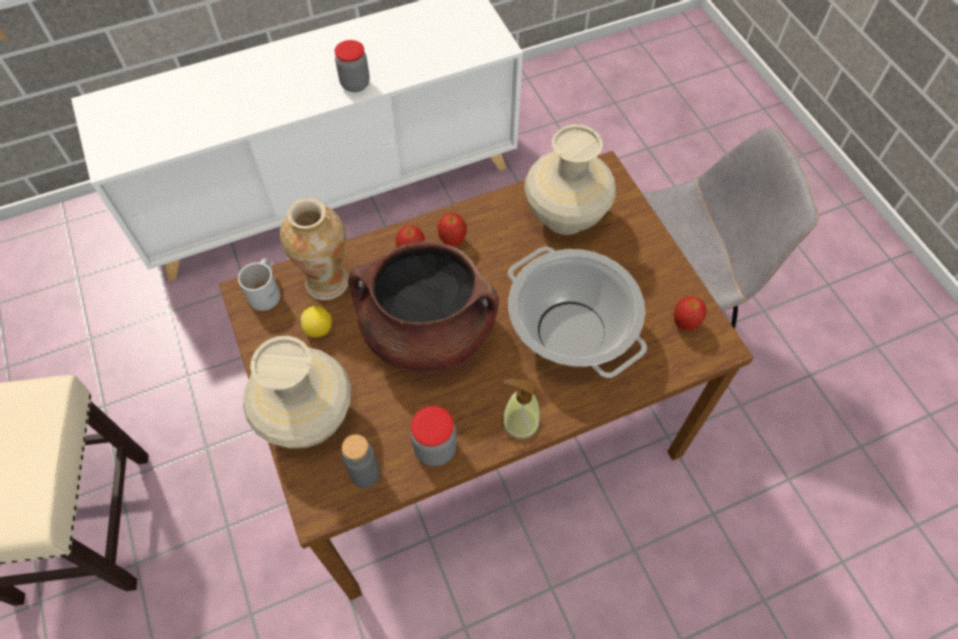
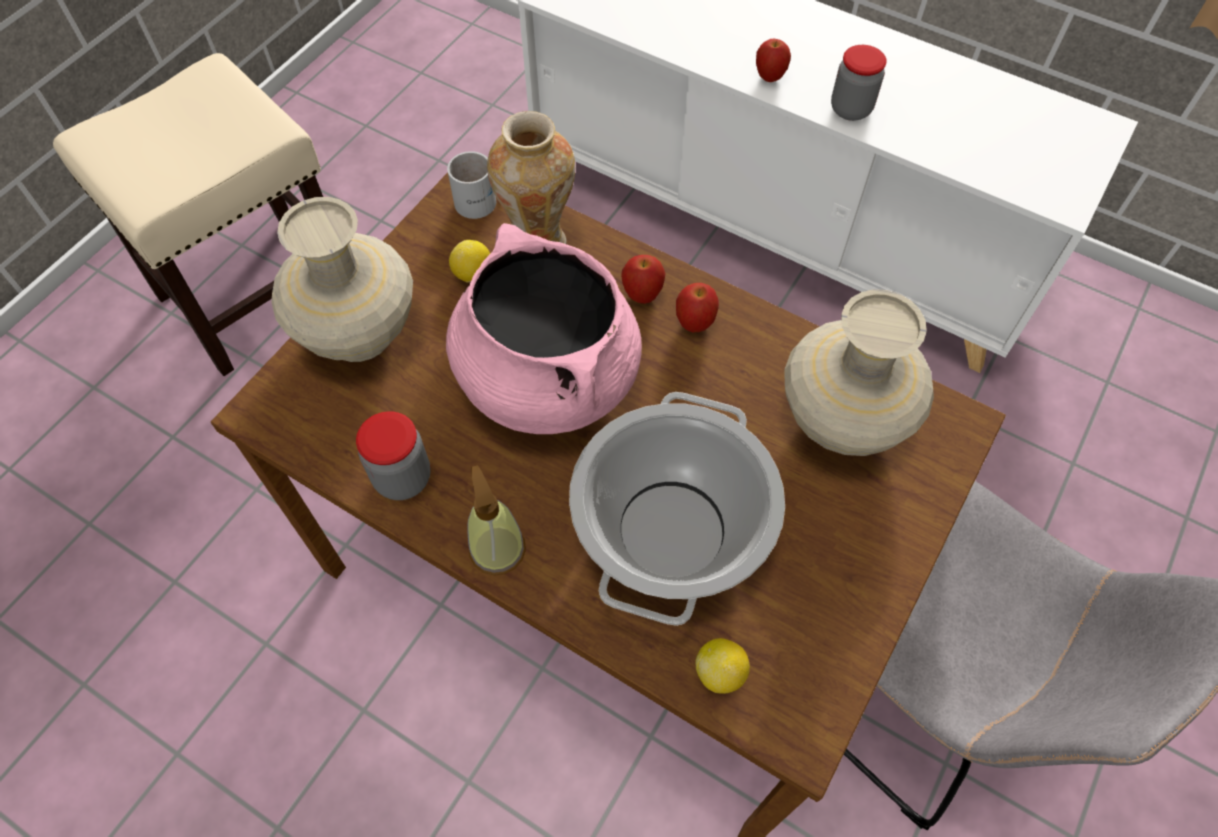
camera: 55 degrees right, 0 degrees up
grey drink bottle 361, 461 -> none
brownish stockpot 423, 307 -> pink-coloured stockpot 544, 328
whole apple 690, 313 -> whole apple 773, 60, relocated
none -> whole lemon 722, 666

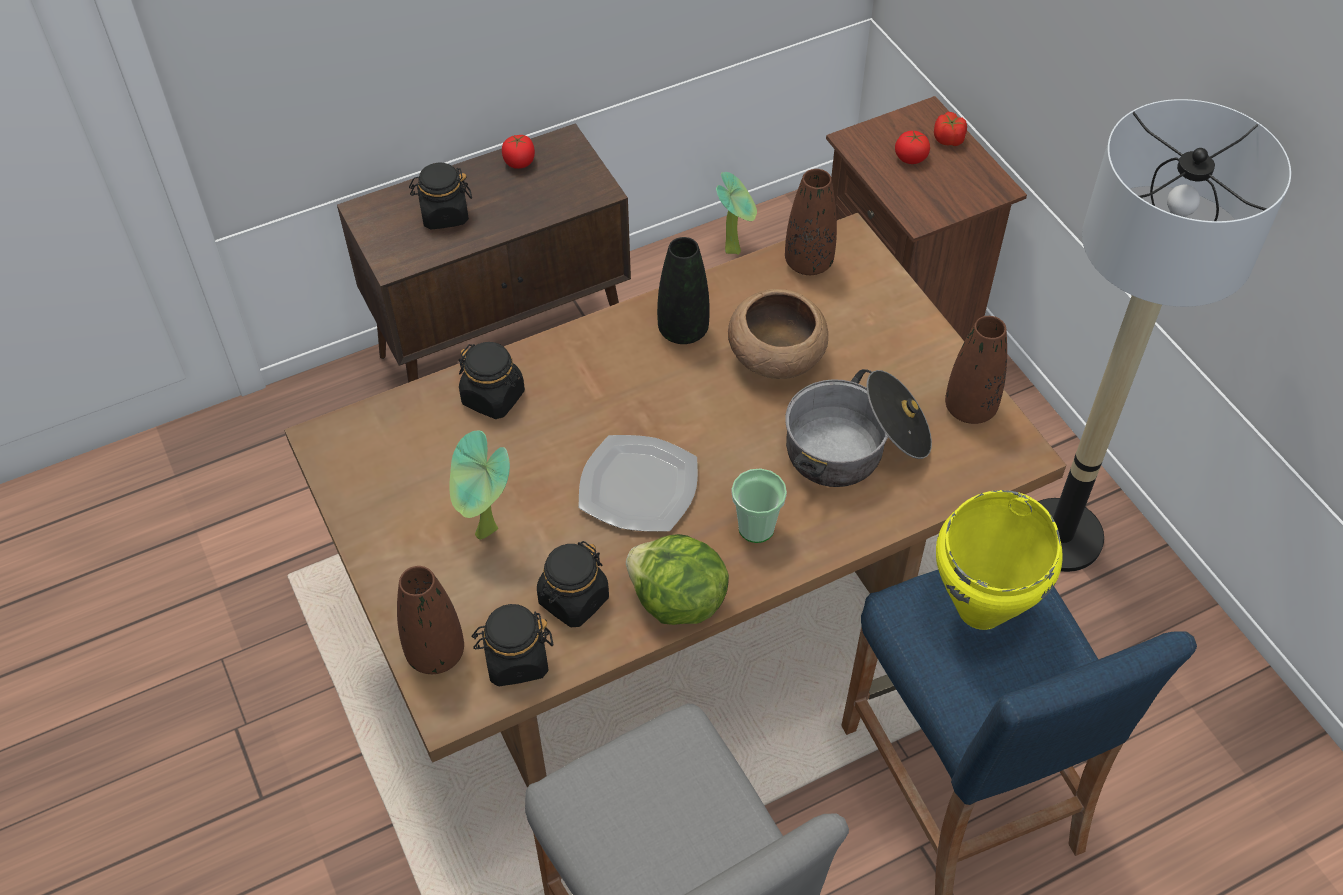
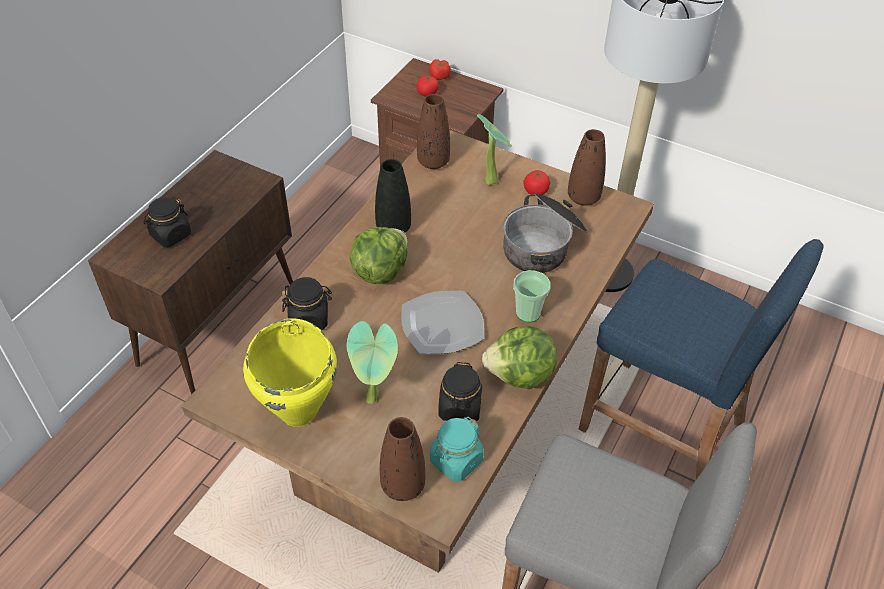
camera: 35 degrees left, 5 degrees down
black preserve jar 512, 645 -> turquoise preserve jar 457, 449
fresh tomato 518, 152 -> fresh tomato 537, 182, relocated
houseplant 736, 213 -> houseplant 494, 149, relocated
brownish bowl 778, 334 -> none
yellow stockpot 999, 560 -> yellow stockpot 290, 372, relocated
none -> lettuce head 378, 255

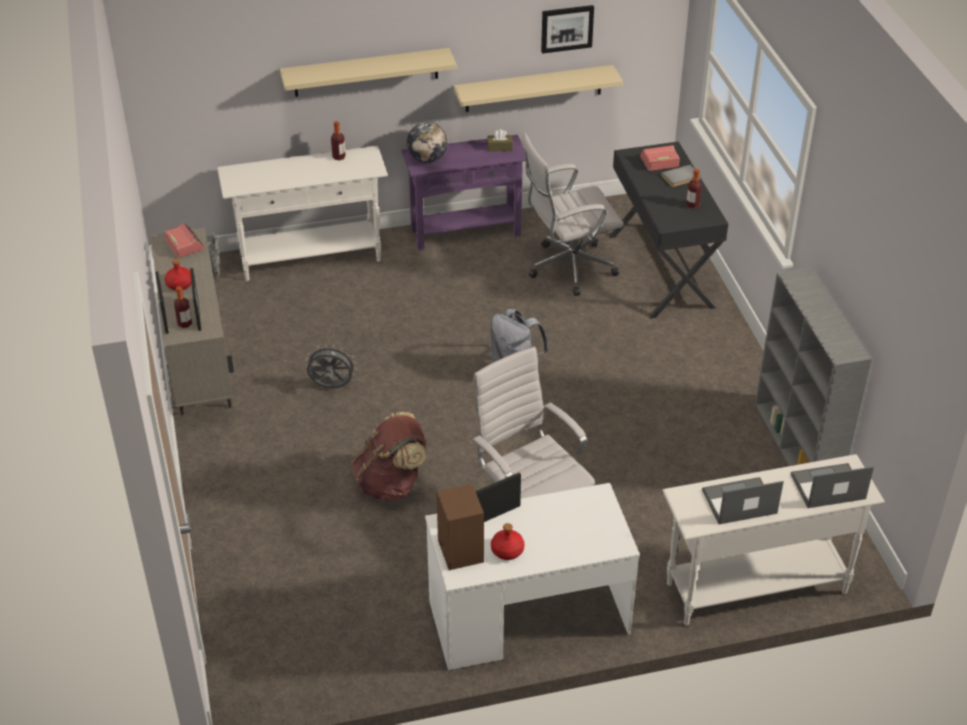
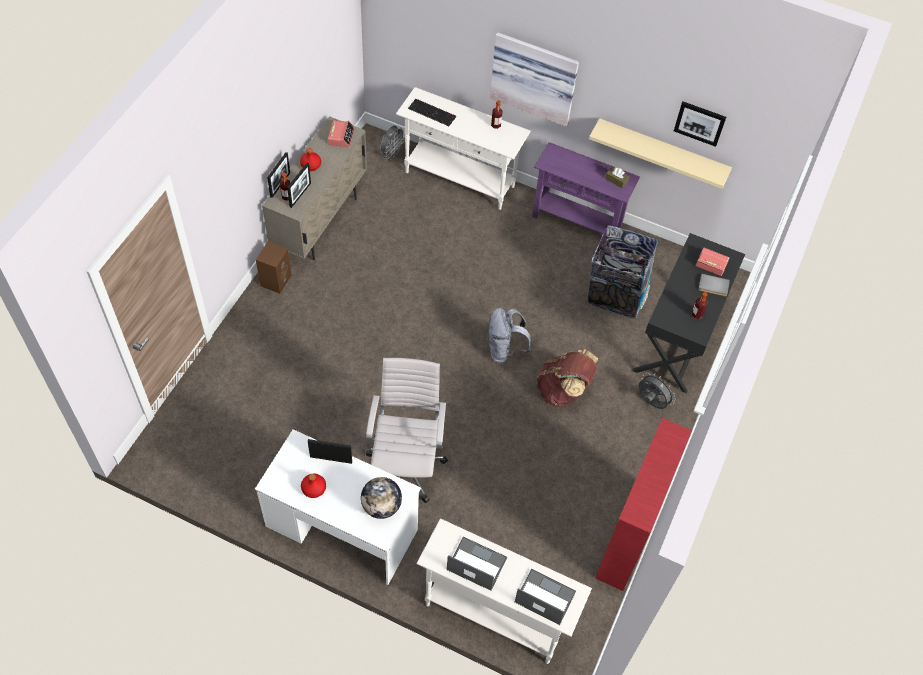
camera: 35 degrees right, 15 degrees up
beige wall shelf 368, 72 -> wall art 534, 79
grey fan 331, 367 -> grey fan 657, 391, relocated
brownish rucksack 389, 457 -> brownish rucksack 567, 378, relocated
world globe 427, 142 -> world globe 381, 498, relocated
brownish speaker 460, 527 -> brownish speaker 274, 267, relocated
white-coloured office chair 572, 214 -> waste bin 623, 272
grey bookcase 813, 366 -> red bookcase 643, 504
none -> keyboard 432, 112

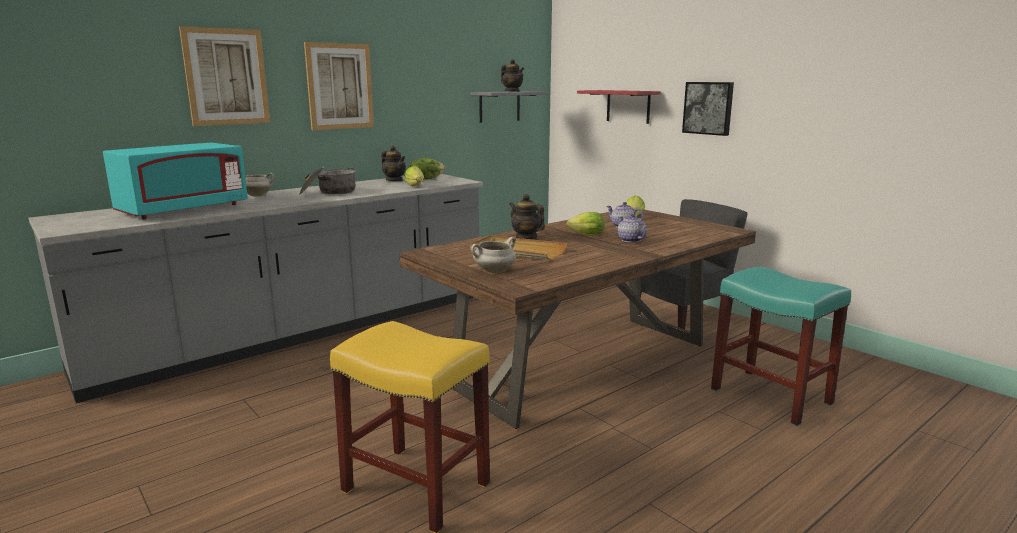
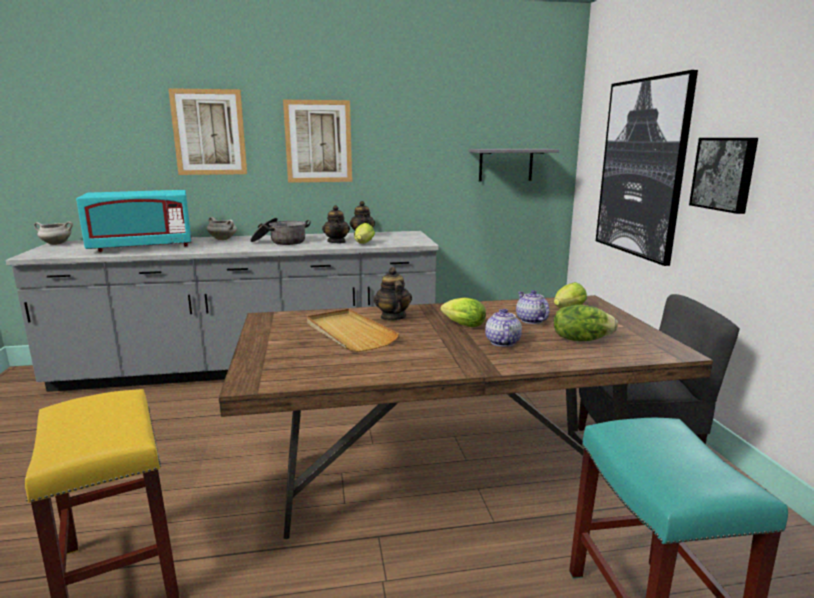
camera: 30 degrees right, 0 degrees up
lettuce head 427, 168 -> lettuce head 586, 323, relocated
white-coloured stockpot 493, 255 -> white-coloured stockpot 53, 233, relocated
tea pot 512, 75 -> tea pot 336, 224, relocated
red wall shelf 619, 107 -> wall art 647, 168

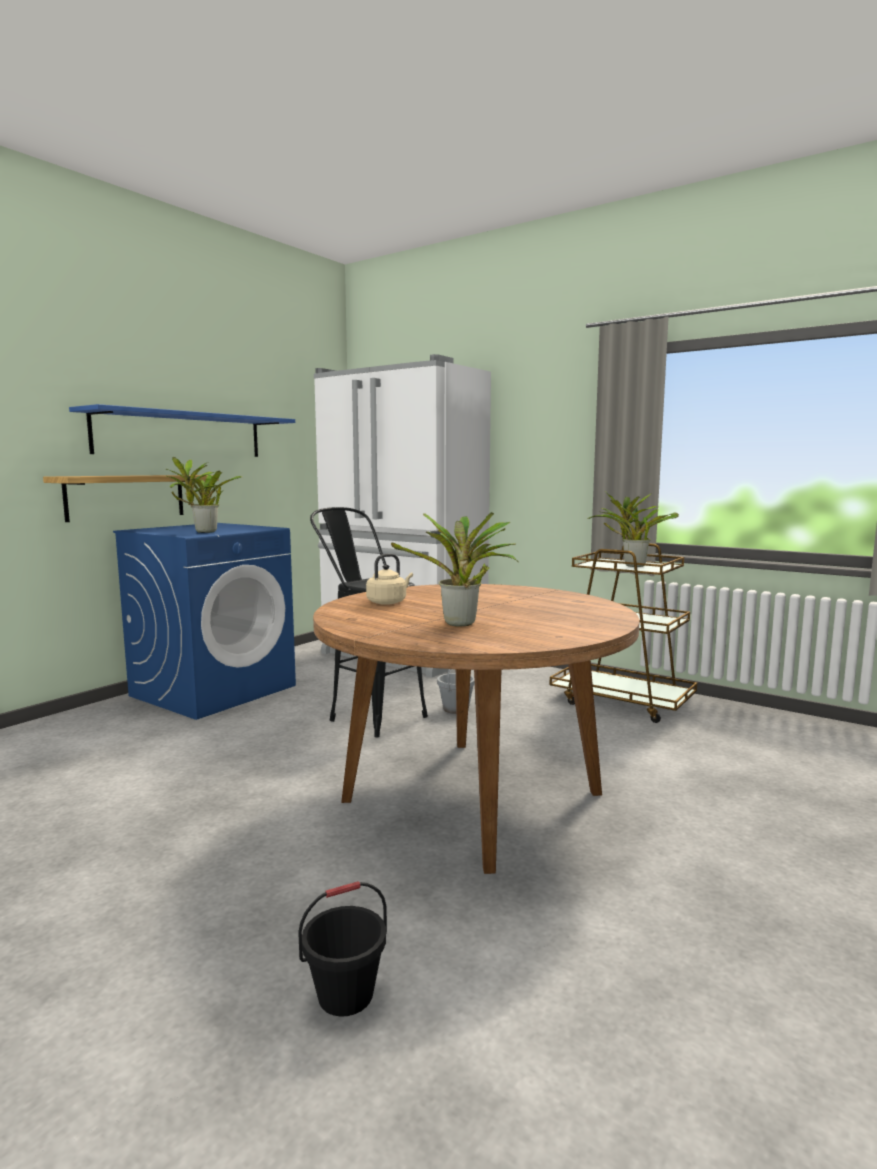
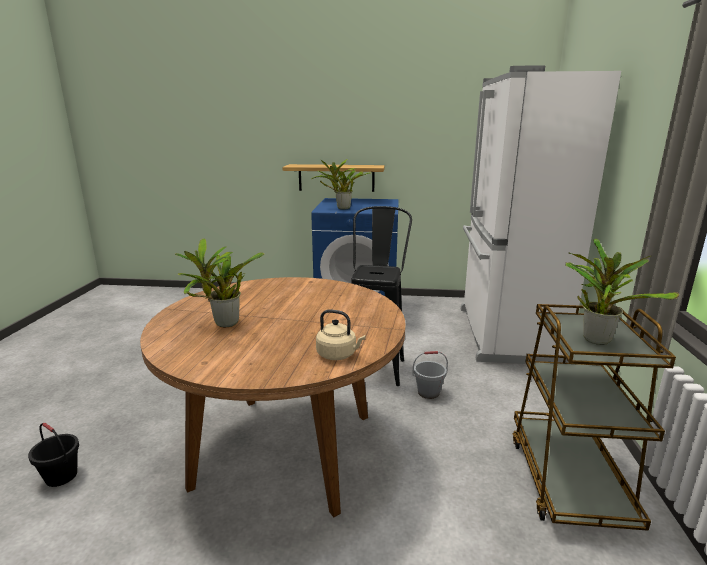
camera: 60 degrees right, 10 degrees up
bluish wall shelf 182, 430 -> none
beige kettle 389, 579 -> beige kettle 341, 334, relocated

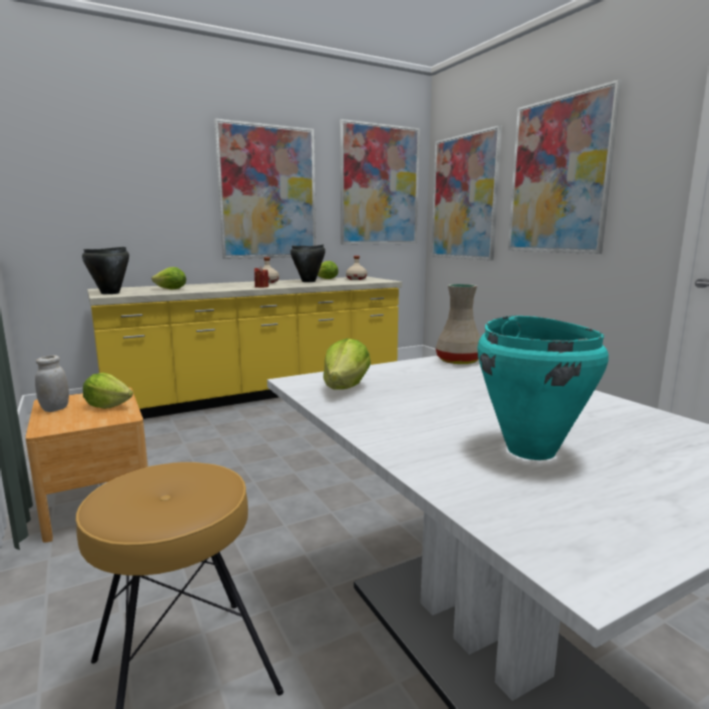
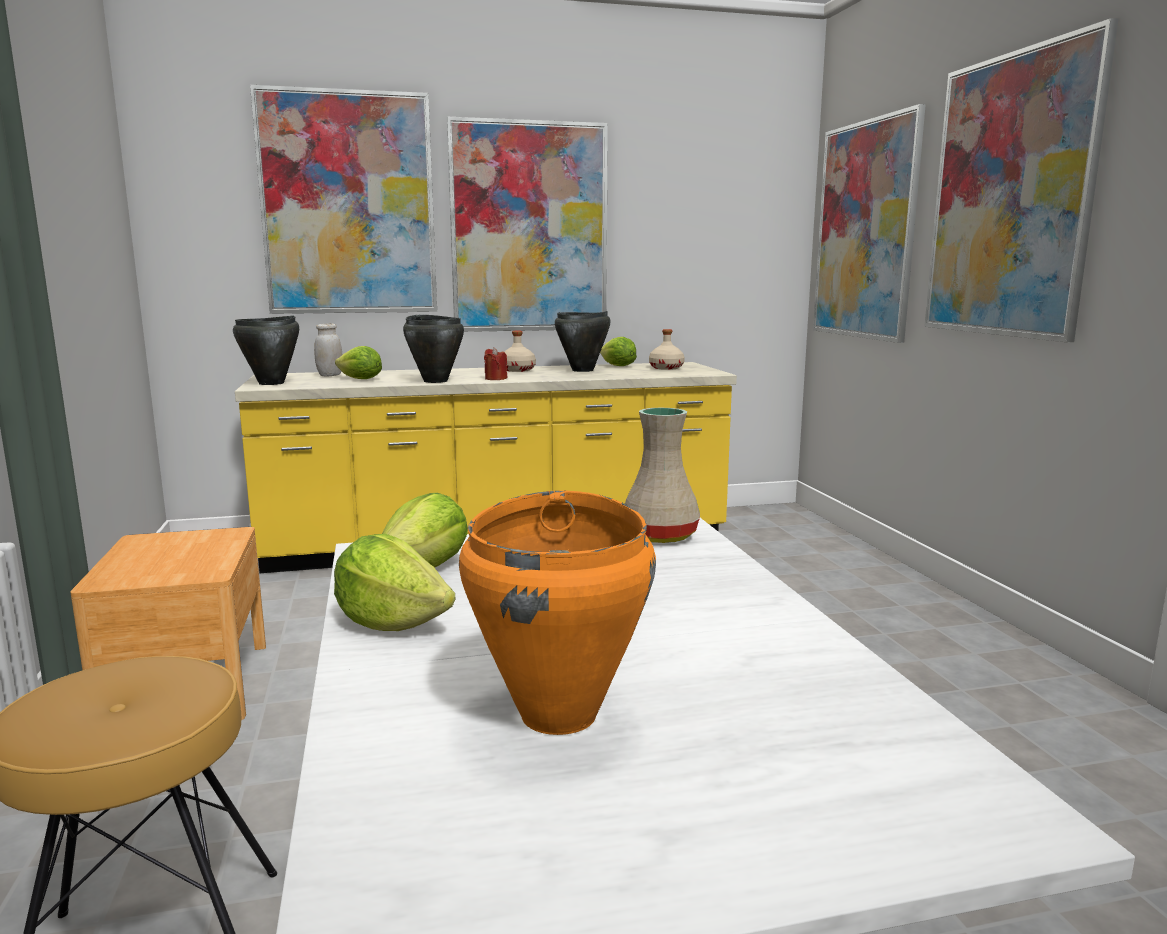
camera: 15 degrees right, 0 degrees up
white-coloured preserve jar 52, 383 -> white-coloured preserve jar 328, 350, relocated
lettuce head 108, 391 -> lettuce head 394, 582, relocated
wall art 380, 182 -> wall art 343, 199, relocated
turquoise stockpot 543, 387 -> orange-coloured stockpot 557, 612
none -> black stockpot 433, 349

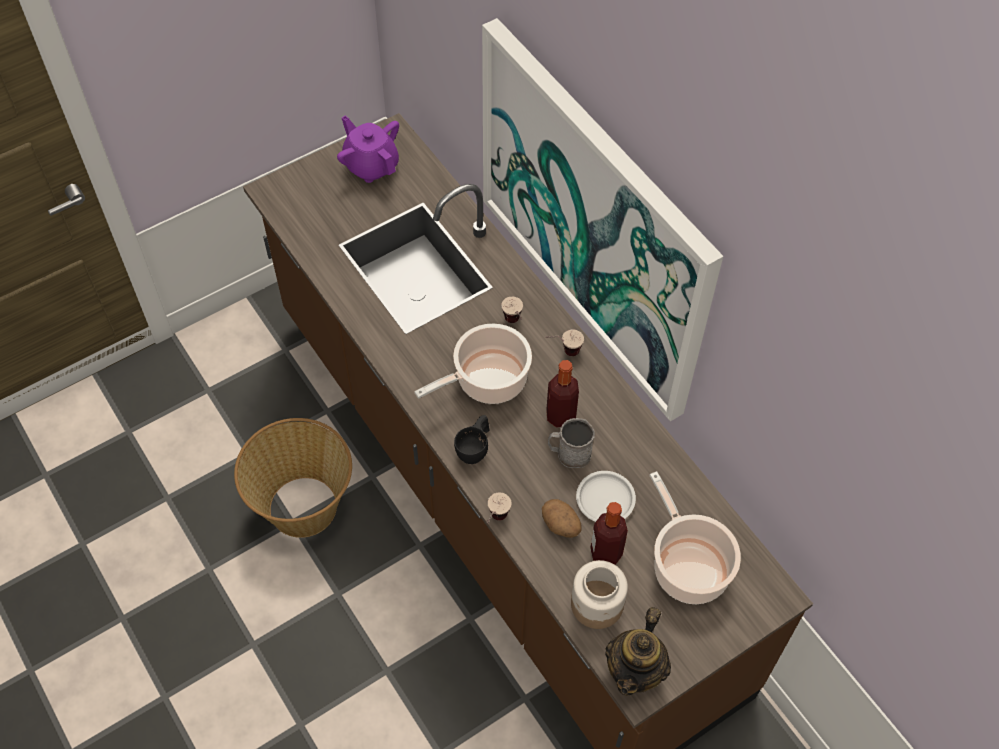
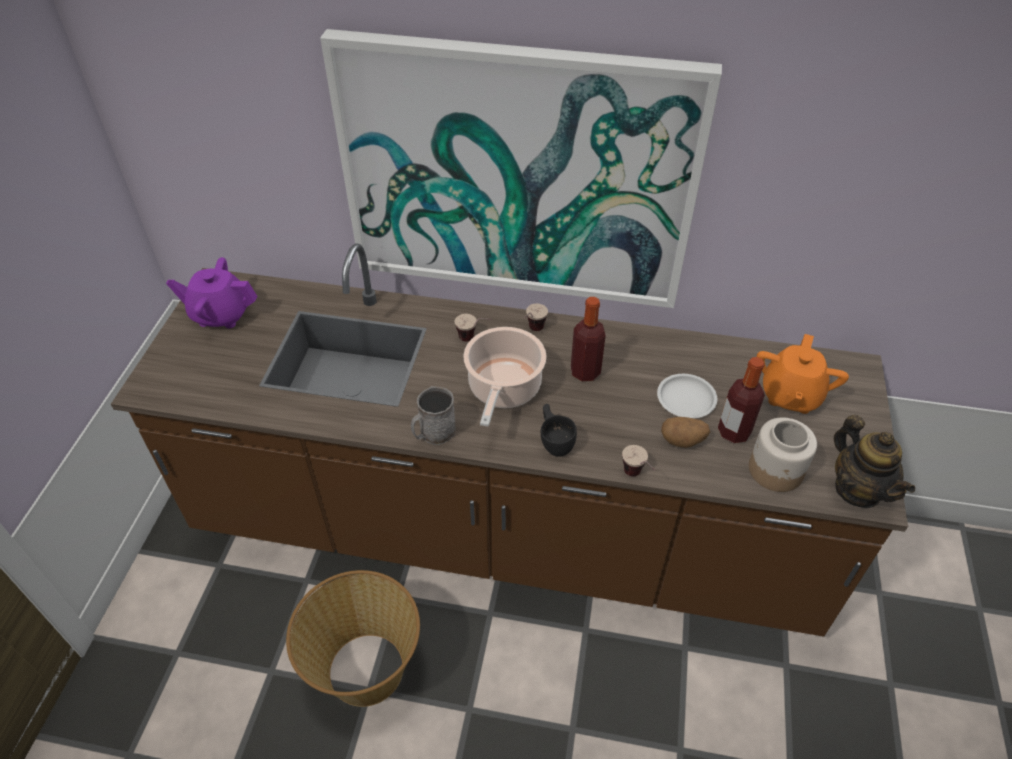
camera: 45 degrees left, 10 degrees down
grey coffee mug 571, 443 -> grey coffee mug 433, 415, relocated
stockpot 695, 537 -> orange-coloured tea pot 803, 374

